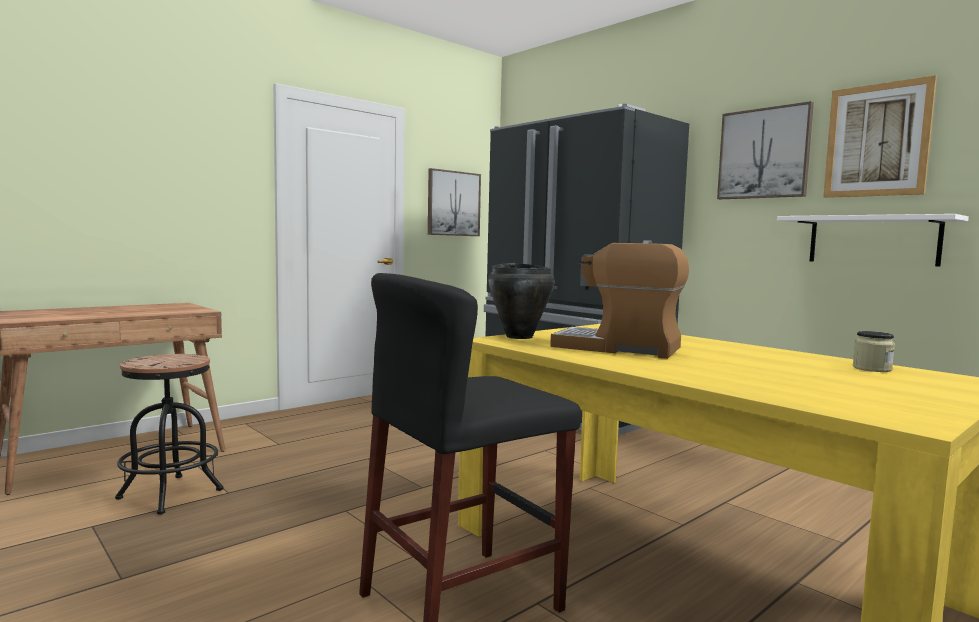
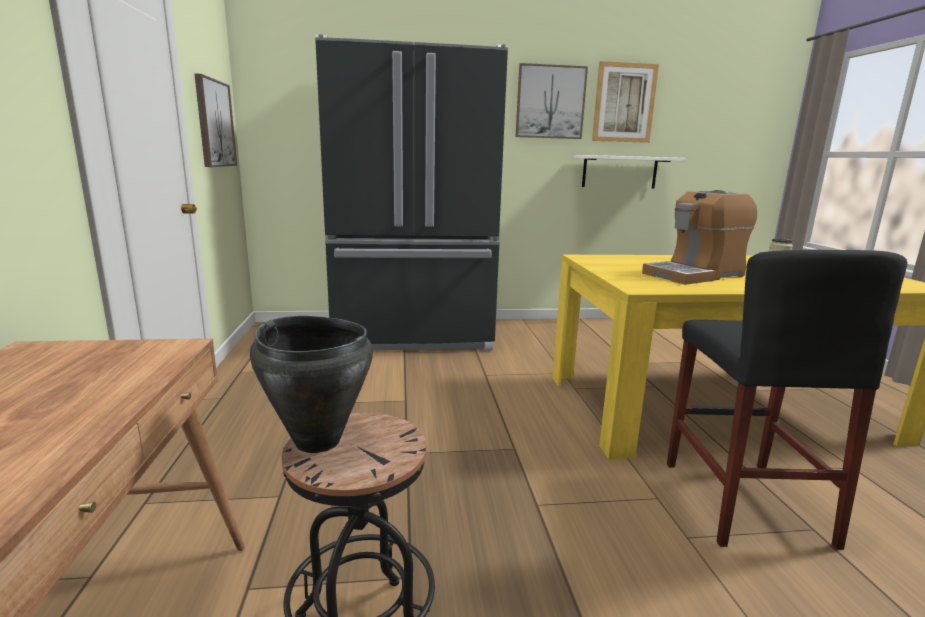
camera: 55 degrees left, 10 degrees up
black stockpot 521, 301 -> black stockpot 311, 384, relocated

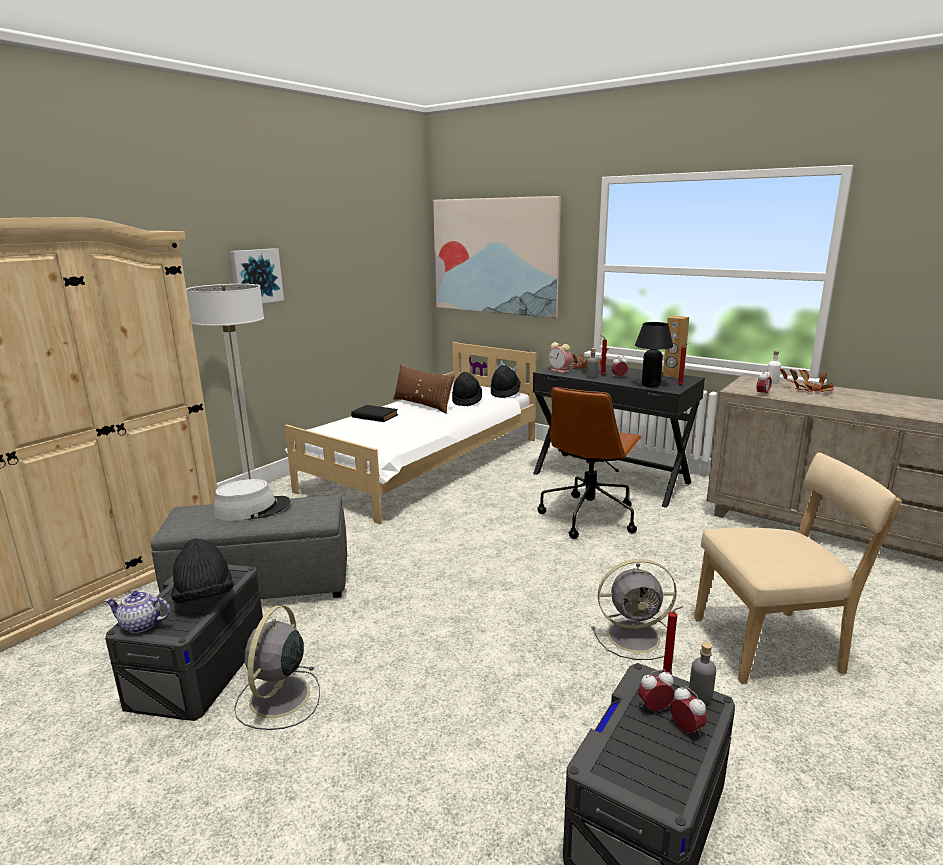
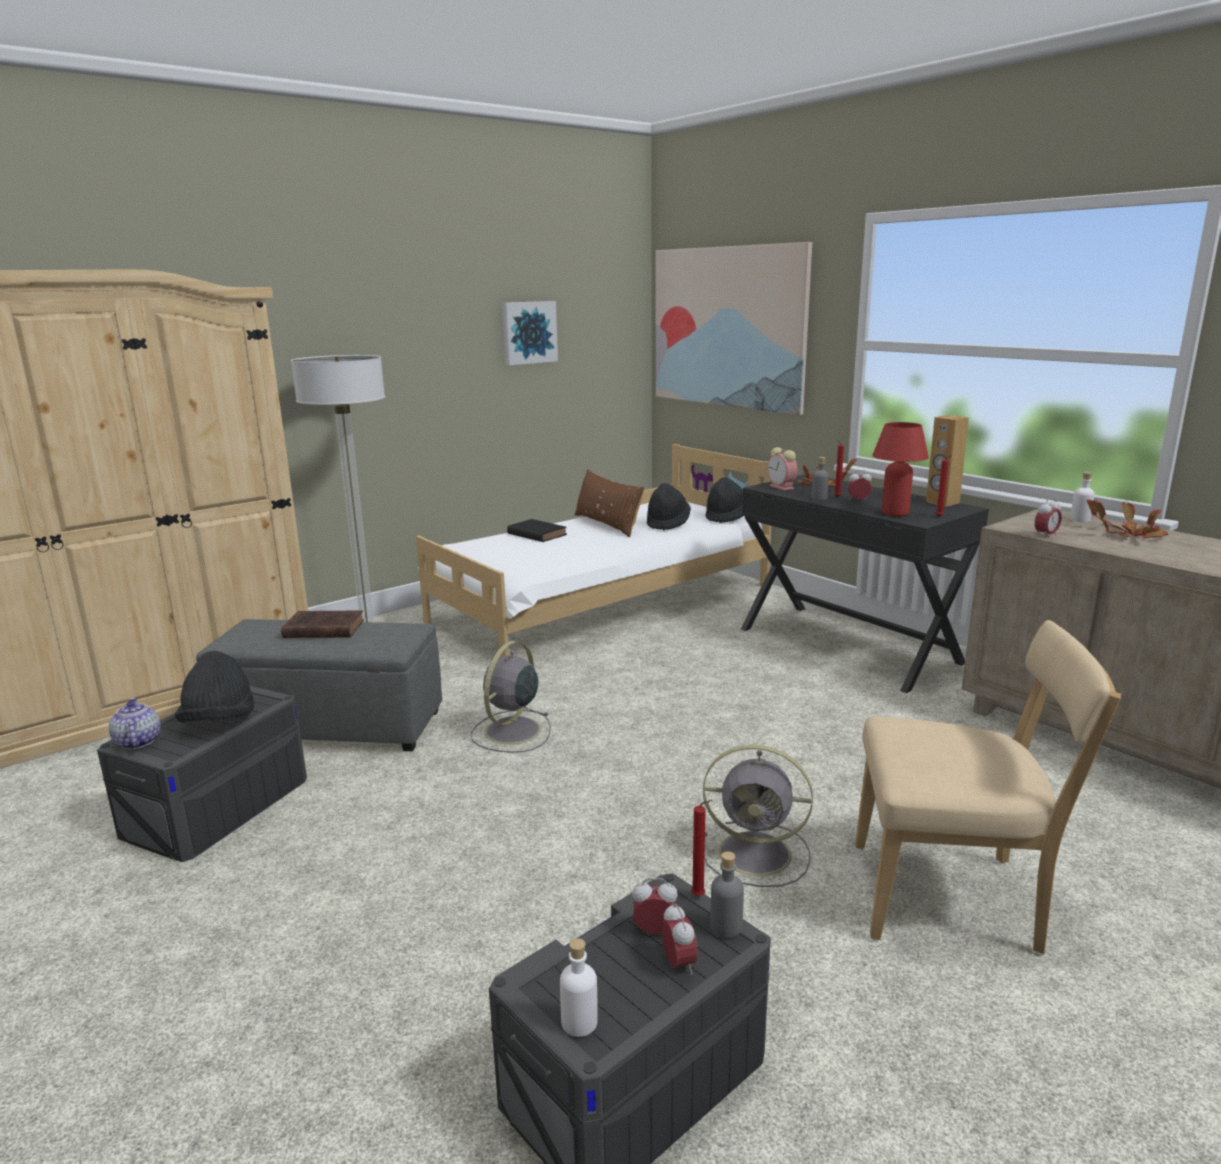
camera: 15 degrees right, 0 degrees up
tea pot 137, 612 -> tea pot 135, 724, 45 degrees clockwise
grey hat 252, 500 -> brownish book 322, 624
wall art 257, 275 -> wall art 530, 333, relocated
grey fan 277, 667 -> grey fan 510, 697, relocated
brownish office chair 590, 463 -> none
black lamp for a table 654, 354 -> red lamp for a table 900, 469
none -> white-coloured drink bottle 579, 987

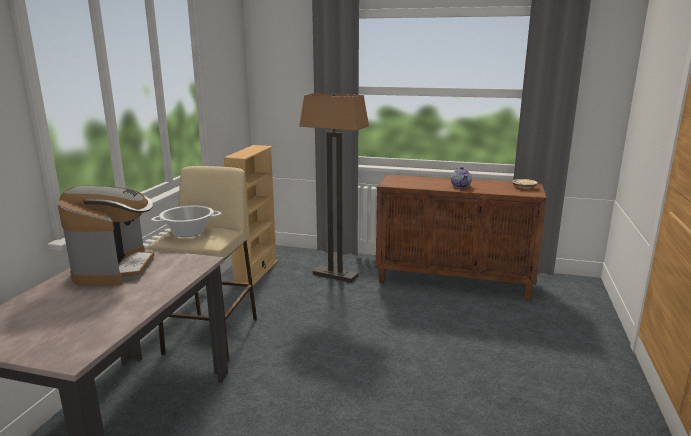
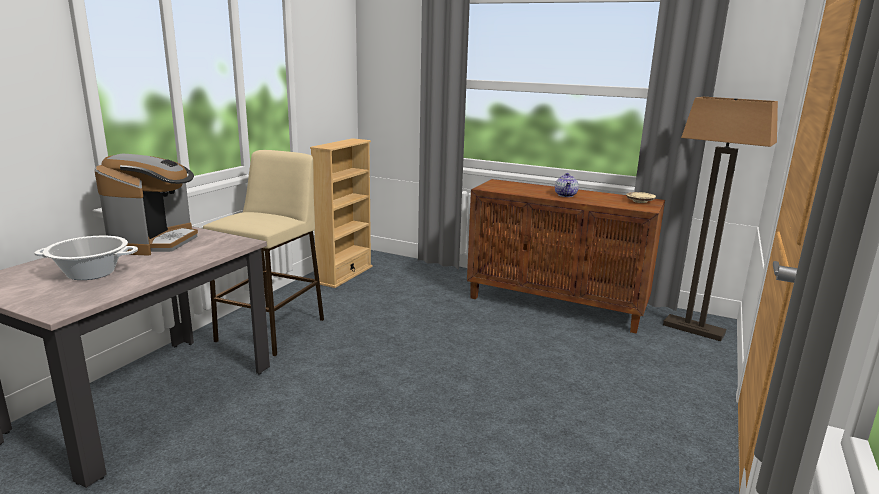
camera: 10 degrees right, 0 degrees up
stockpot 186, 221 -> stockpot 86, 258, relocated
standing lamp 334, 188 -> standing lamp 720, 219, relocated

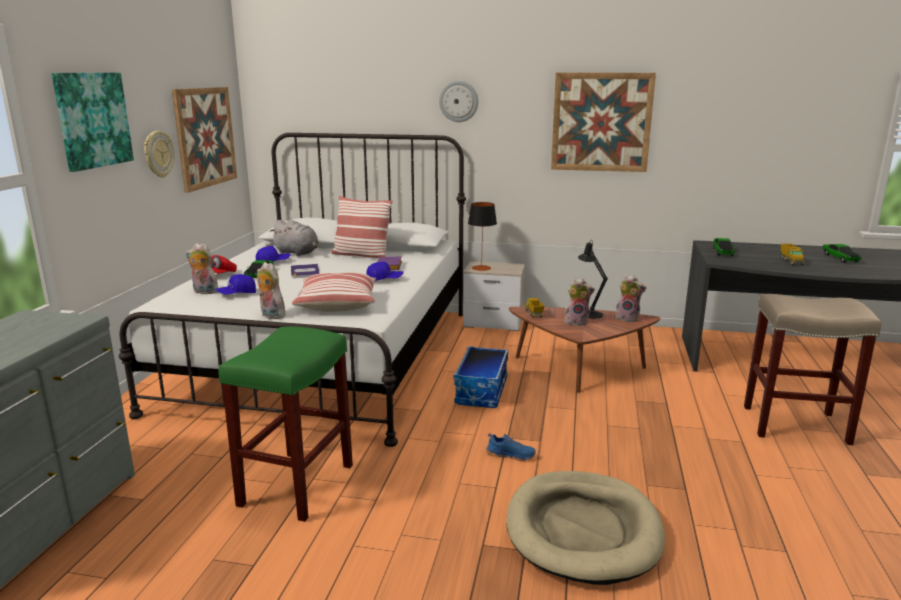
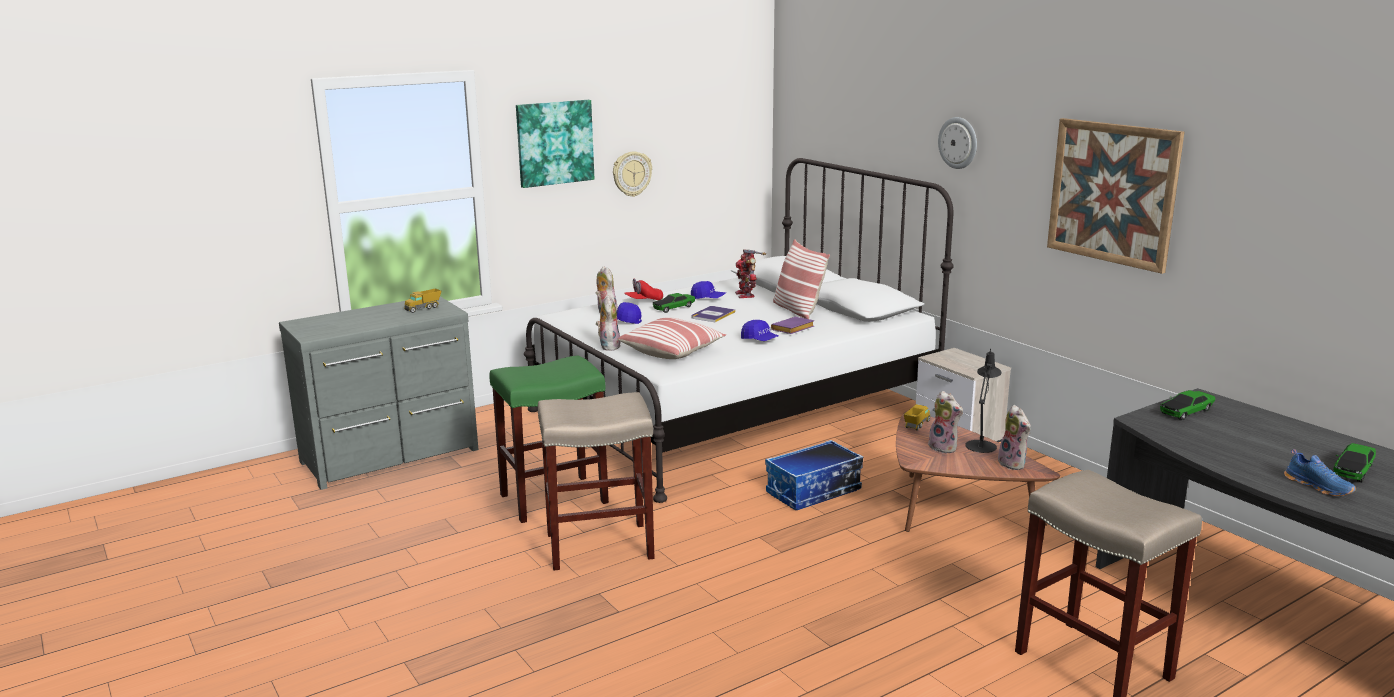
camera: 45 degrees right, 0 degrees up
wall art 204, 140 -> none
grey cuddly toy 294, 238 -> model robot 750, 273
lamp for a table 482, 236 -> none
bluish shoe 511, 447 -> bluish shoe 1320, 472, relocated
beige dog bed 585, 528 -> none
toy lorry 792, 255 -> toy lorry 423, 300, relocated
none -> beige stool 596, 481

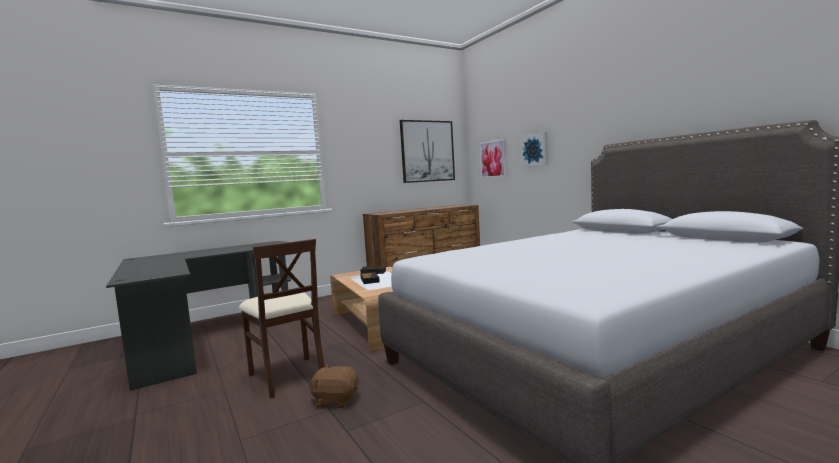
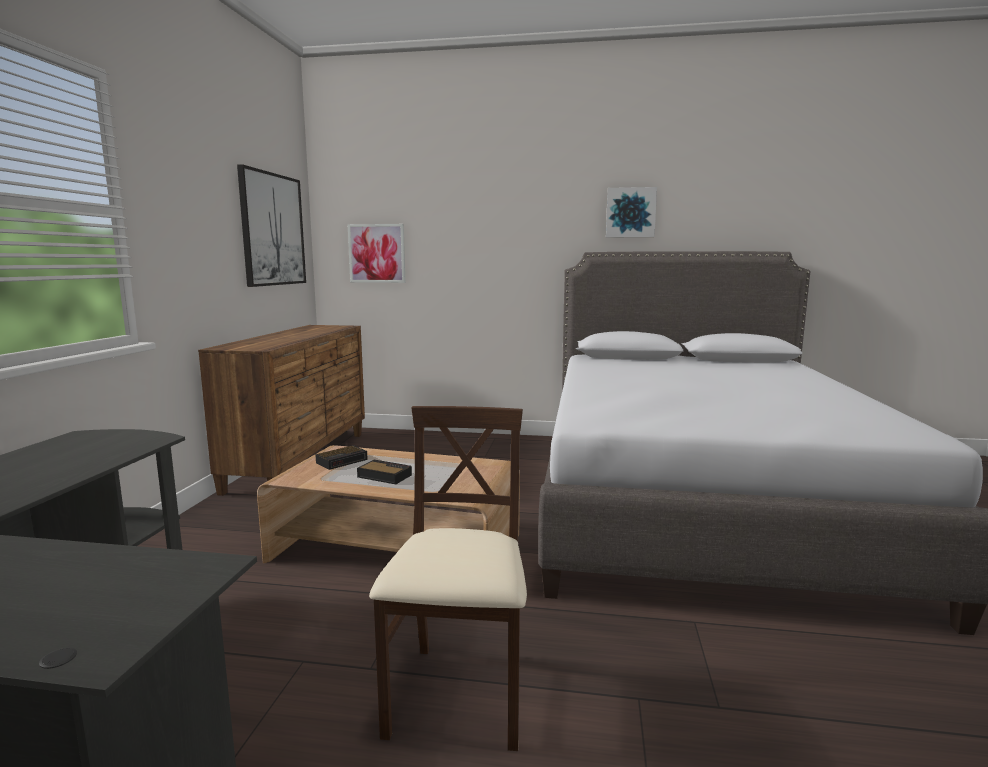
camera: 50 degrees left, 5 degrees up
beige chair 282, 318 -> beige chair 448, 578, 90 degrees counterclockwise
brownish cuddly toy 334, 386 -> none
wall art 534, 149 -> wall art 631, 212, relocated

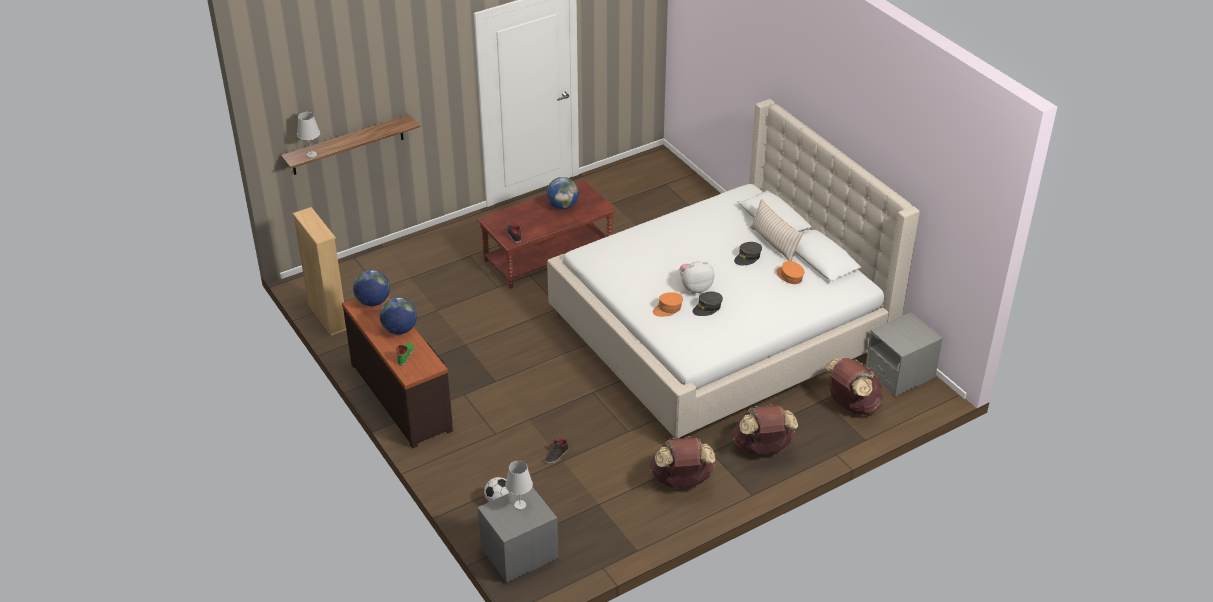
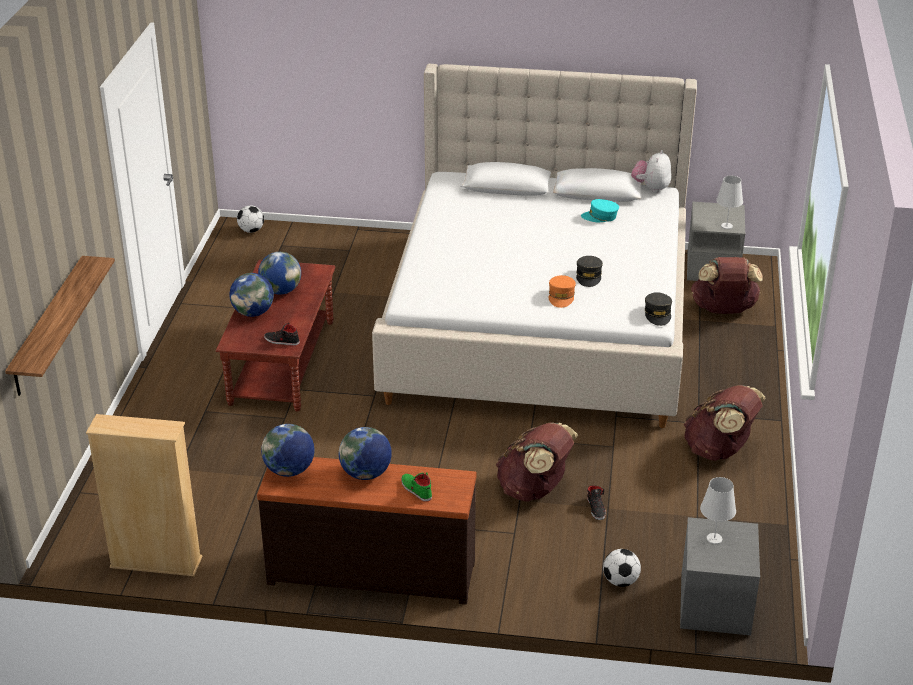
camera: 50 degrees left, 5 degrees down
white-coloured lamp for a table 308, 135 -> white-coloured lamp for a table 729, 202, relocated
cuddly toy 696, 277 -> cuddly toy 651, 171, relocated
brownish rucksack 765, 429 -> brownish rucksack 537, 462, relocated
grey peaked cap 748, 253 -> grey peaked cap 658, 309, relocated
beige throw pillow 776, 230 -> none
orange-coloured peaked cap 790, 272 -> turquoise peaked cap 600, 210
none -> world globe 251, 295
none -> football ball 250, 219

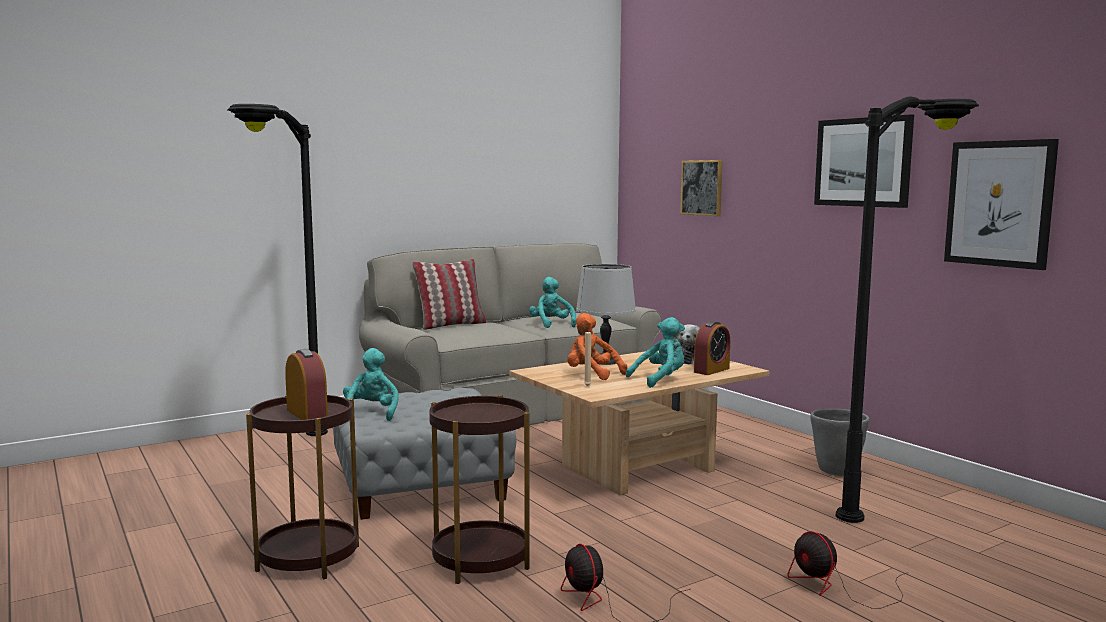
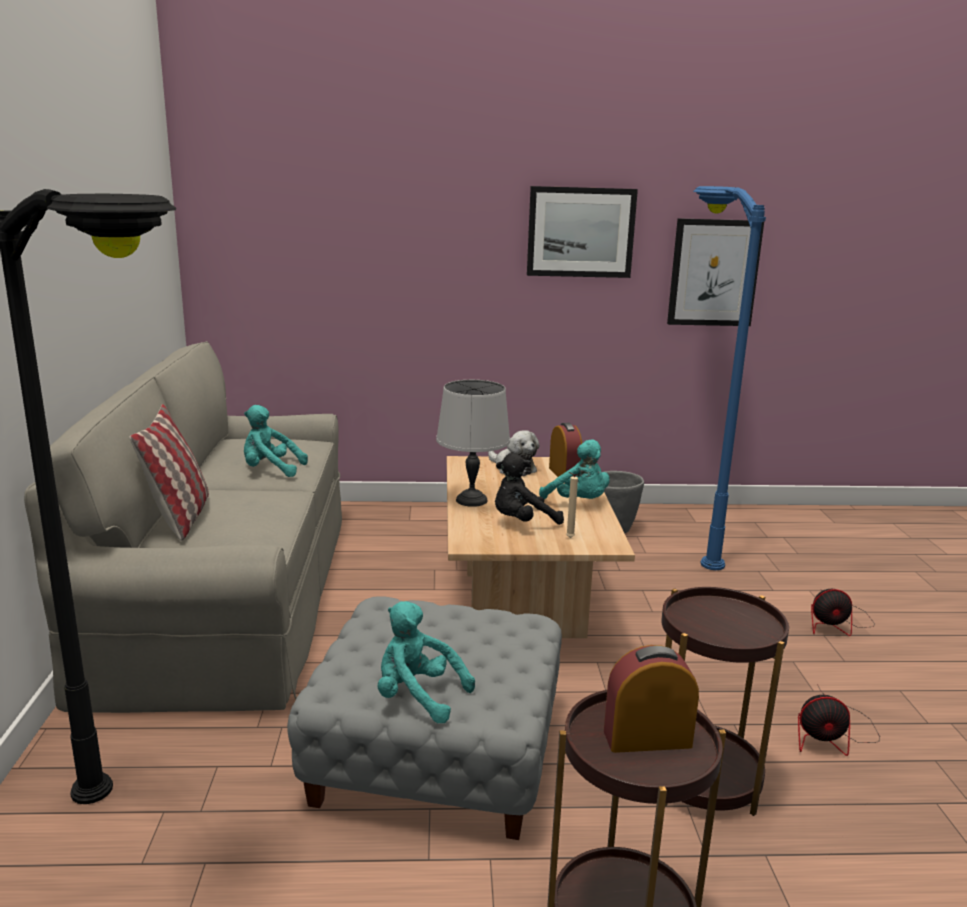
camera: 60 degrees left, 10 degrees up
orange-coloured cuddly toy 597, 346 -> black cuddly toy 529, 489
turquoise cuddly toy 655, 352 -> turquoise cuddly toy 574, 469, 135 degrees clockwise
wall art 701, 188 -> none
black standing lamp 907, 309 -> bluish standing lamp 729, 378

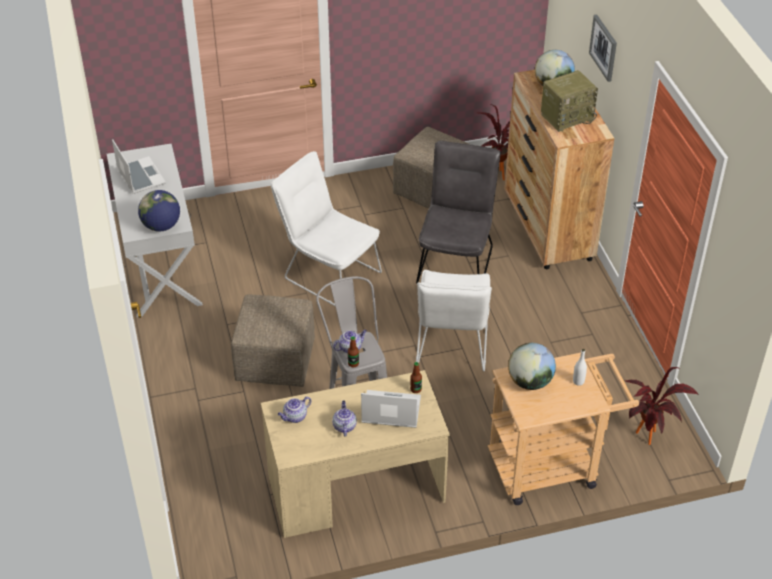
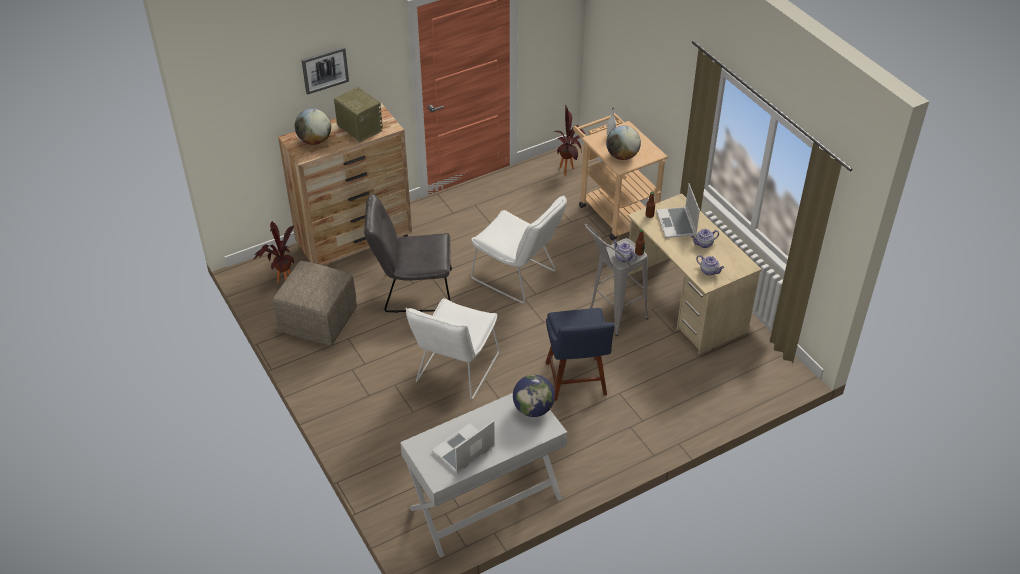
camera: 105 degrees left, 0 degrees up
beige ottoman 273, 341 -> bluish chair 580, 354
white-coloured chair 454, 320 -> white-coloured chair 519, 249, 45 degrees clockwise

